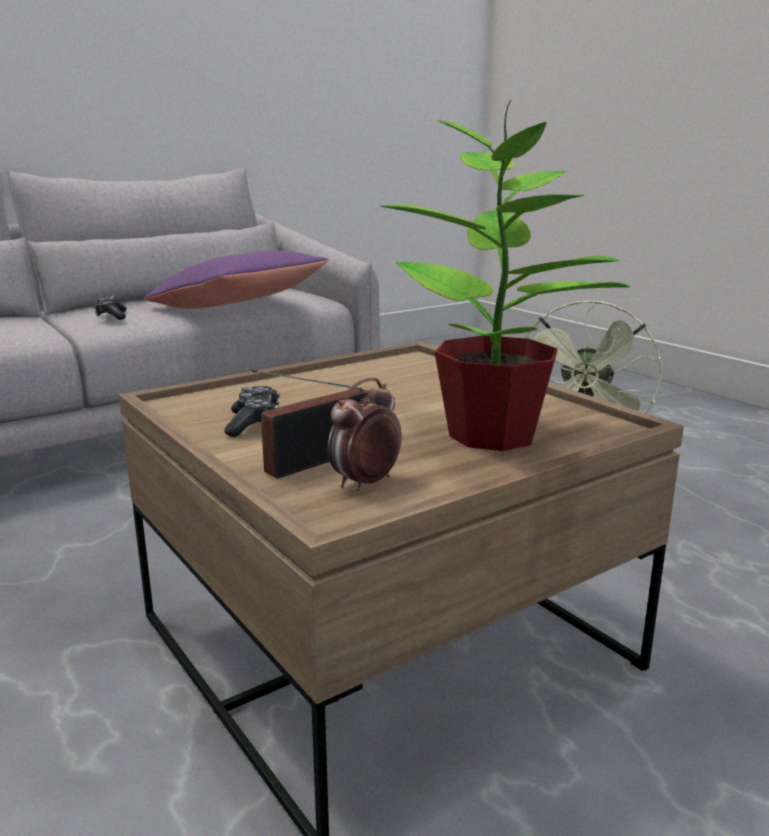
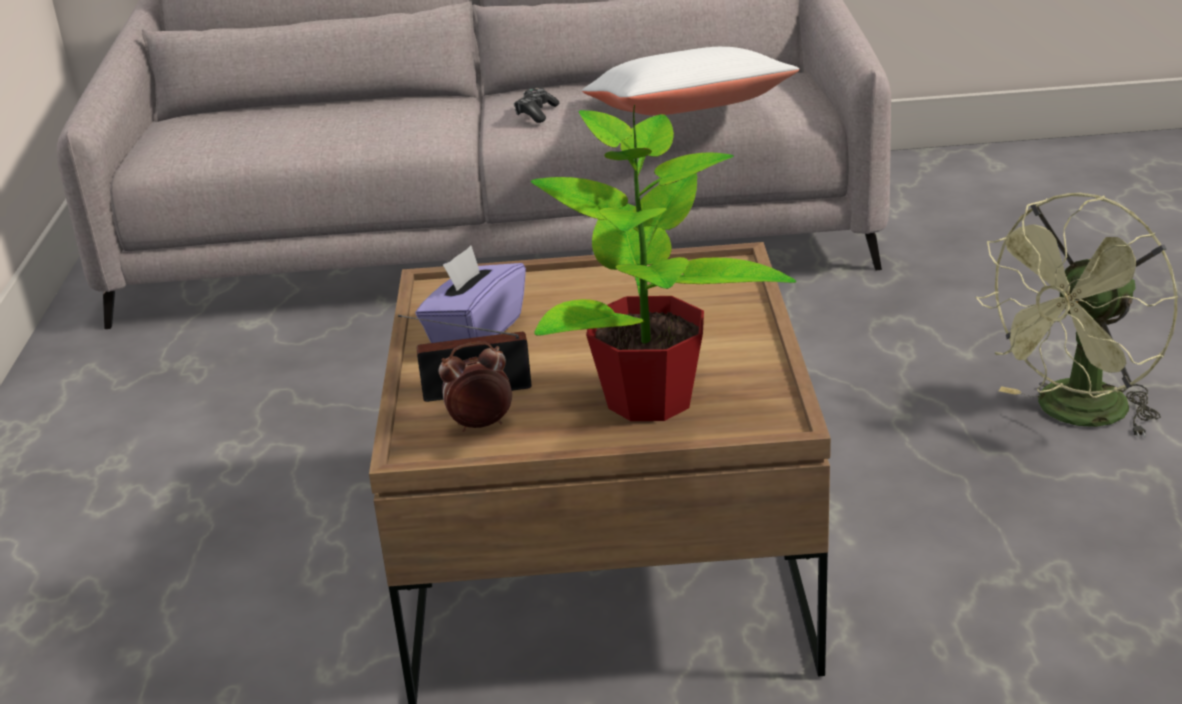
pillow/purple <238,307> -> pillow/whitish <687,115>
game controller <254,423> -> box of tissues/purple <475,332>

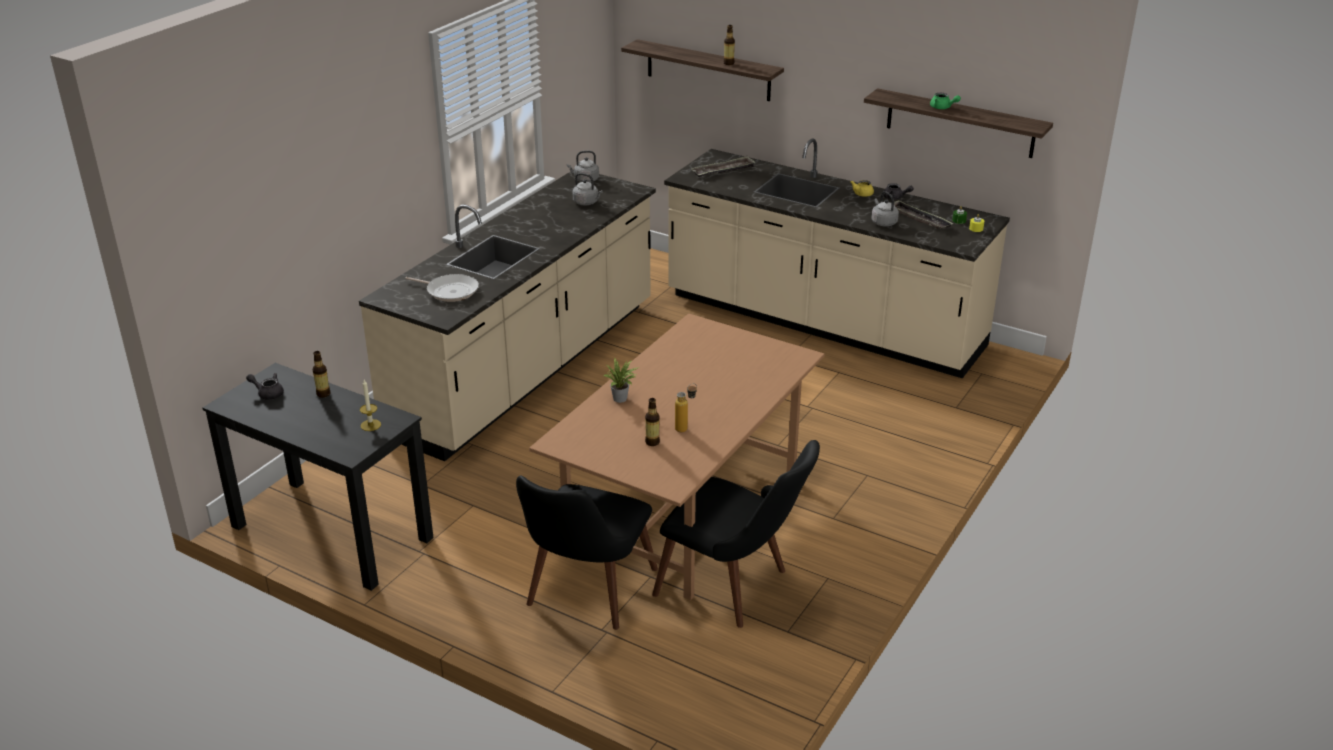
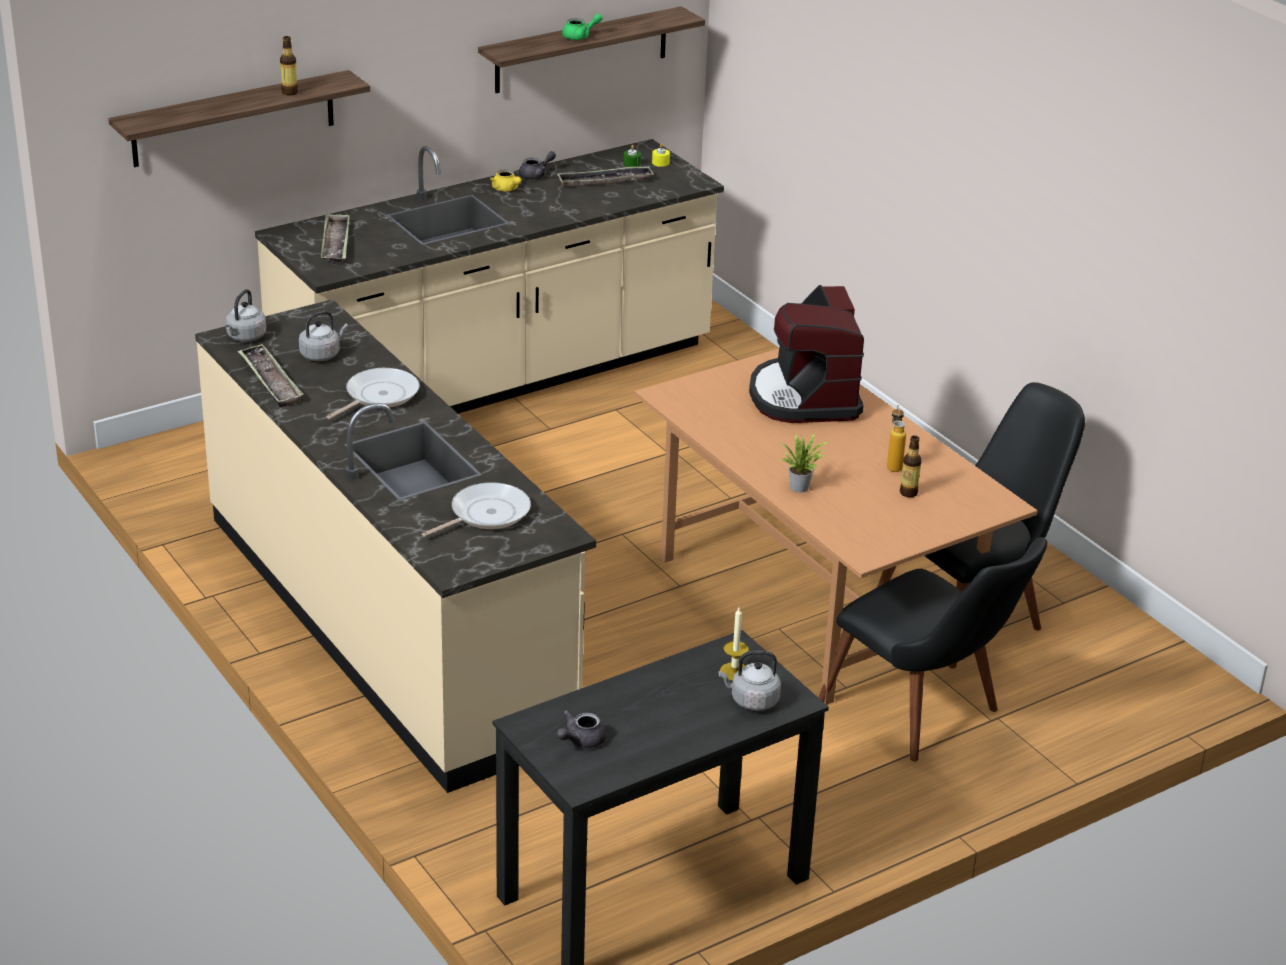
drink bottle <323,394> -> none
tea kettle/greyish <883,222> -> tea kettle/greyish <752,701>, relocated
none -> serving tray <270,381>
none -> skillet <378,396>
none -> coffee brewer <805,397>

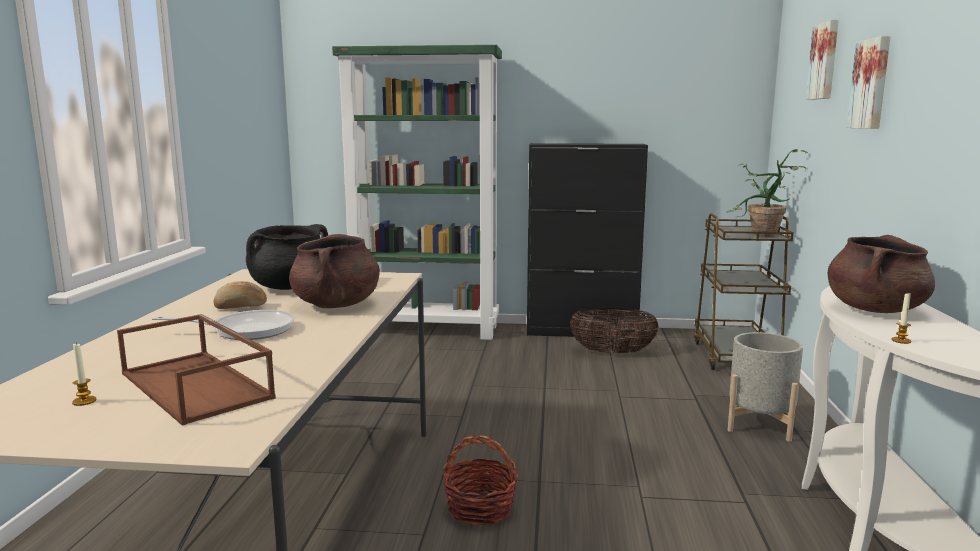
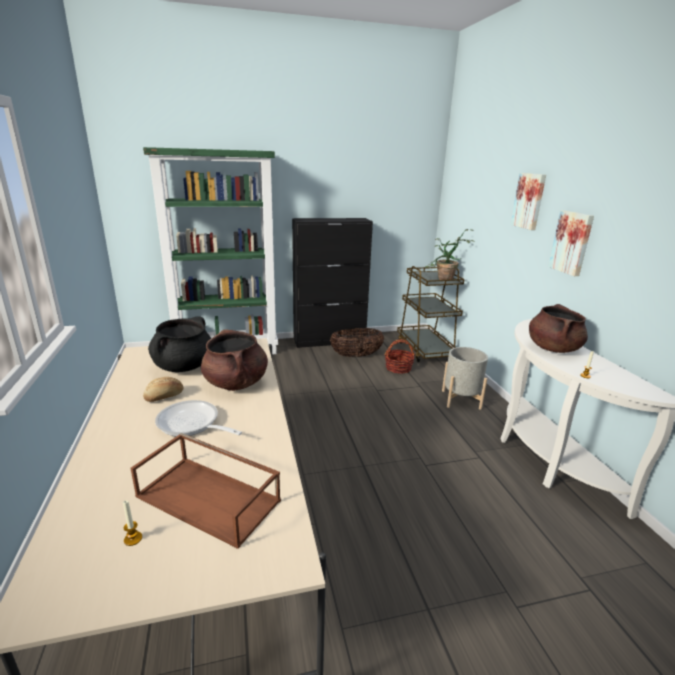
skillet <245,330> -> skillet <192,424>, 120 degrees counterclockwise
household basket <480,508> -> household basket <398,368>, relocated
wall art <825,61> -> wall art <572,242>, relocated

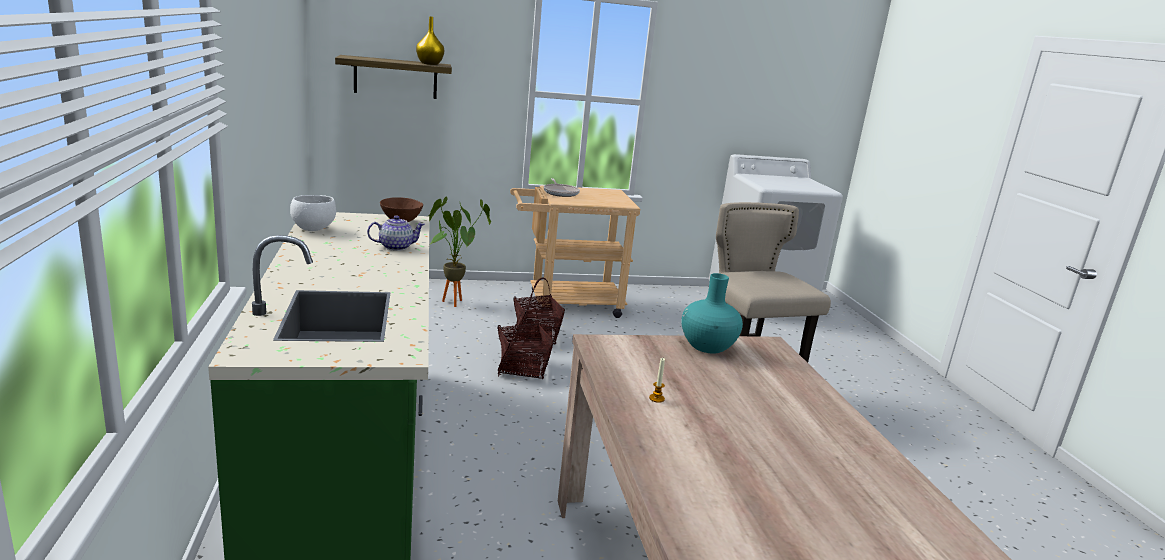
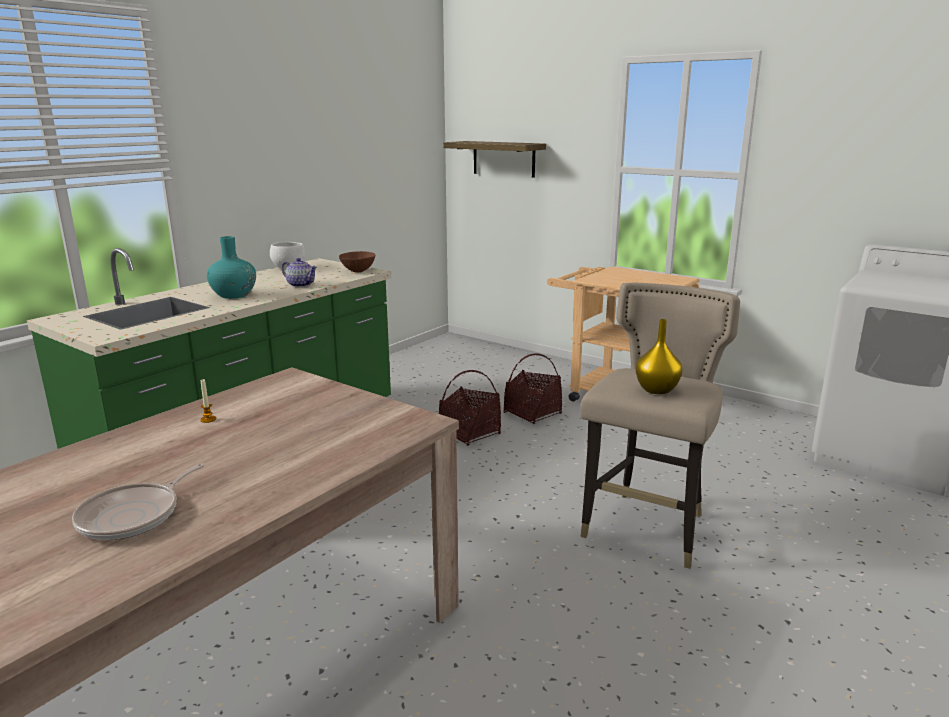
vase/yellowish <429,64> -> vase/yellowish <655,390>, relocated
houseplant <453,301> -> none
skillet <560,193> -> skillet <134,516>, relocated
vase/turquoise-coloured <707,346> -> vase/turquoise-coloured <234,295>, relocated

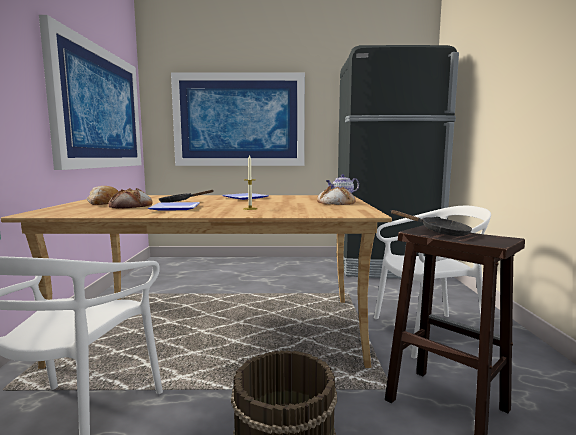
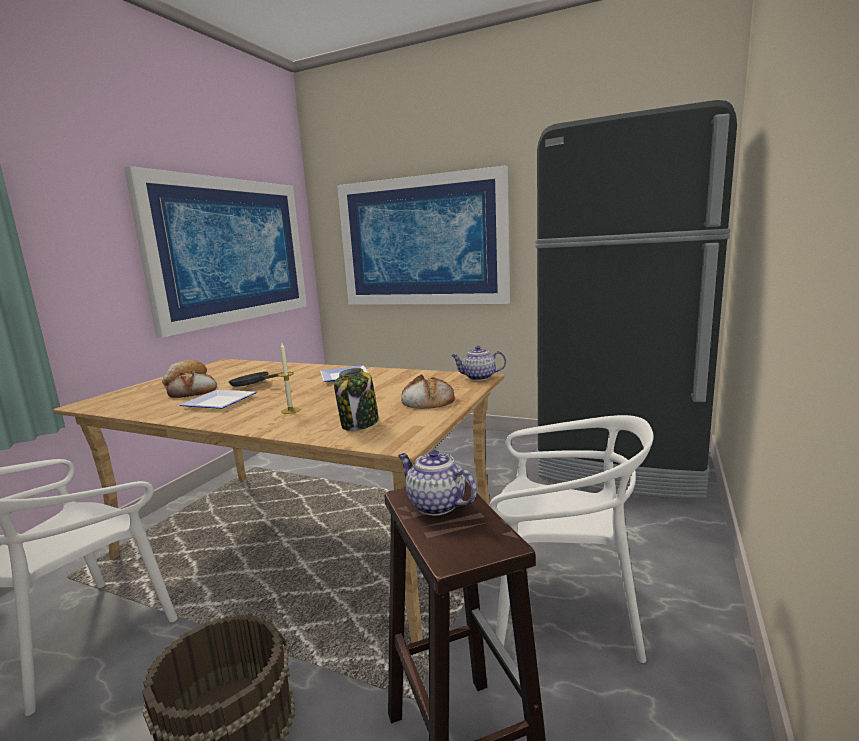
skillet/black <439,232> -> teapot <435,505>
none -> jar <359,424>

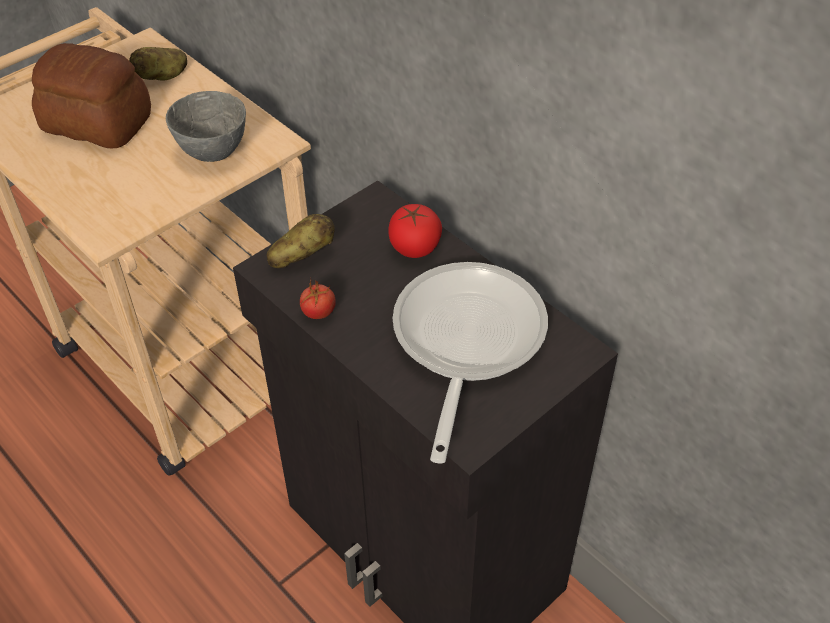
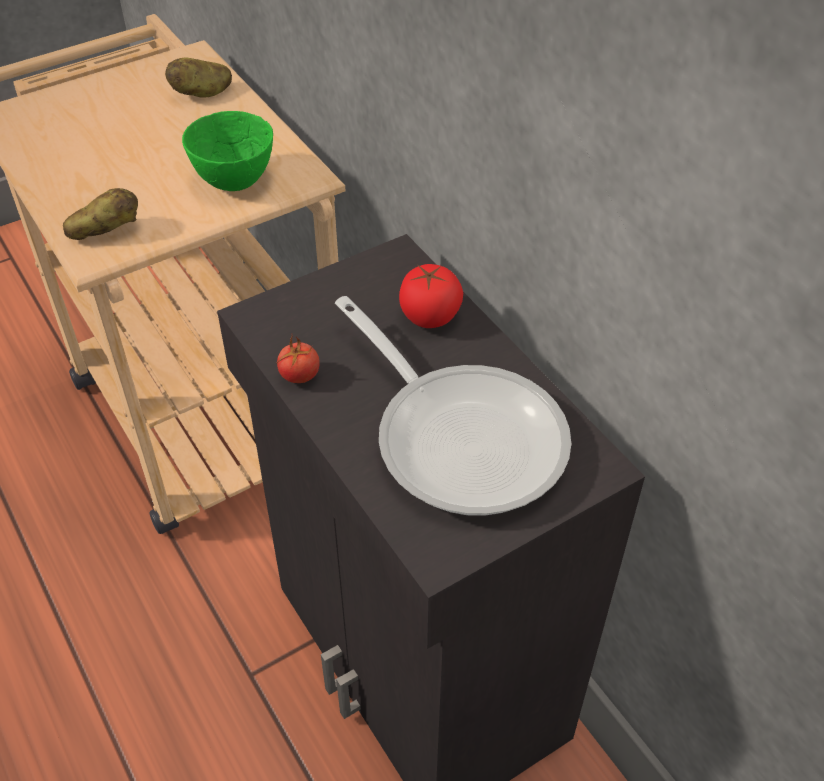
baked bread <97,124> -> none
bowl/greyish <212,153> -> bowl/green <233,181>
potato <302,256> -> potato <106,231>, relocated
skillet <465,343> -> skillet <461,436>, 120 degrees clockwise

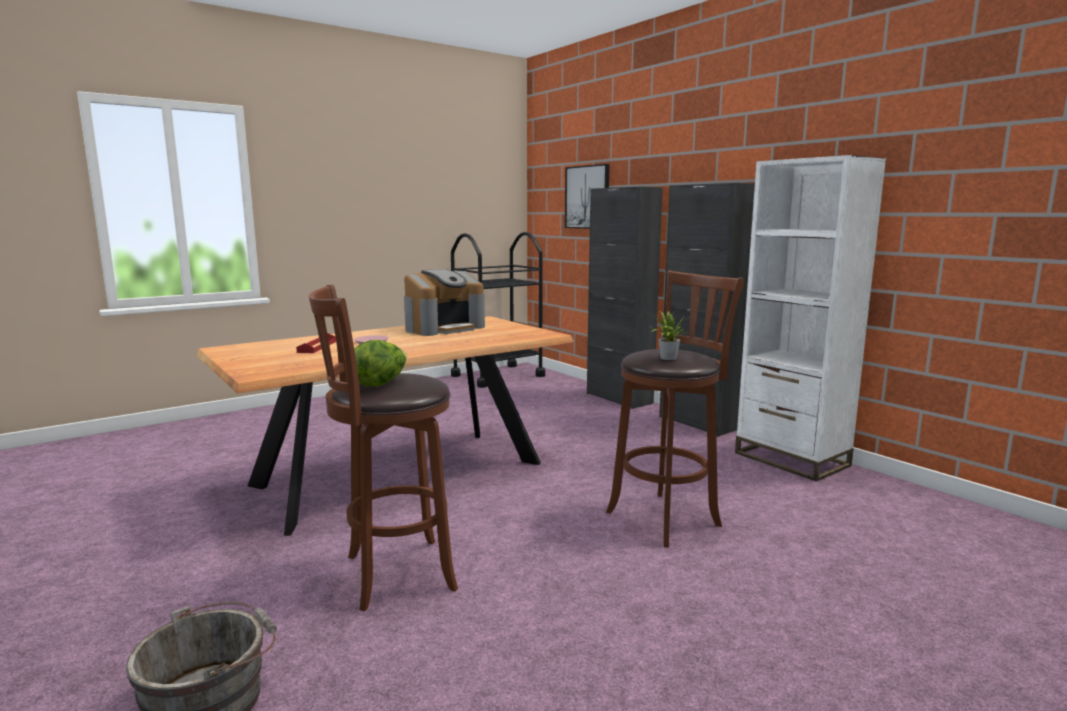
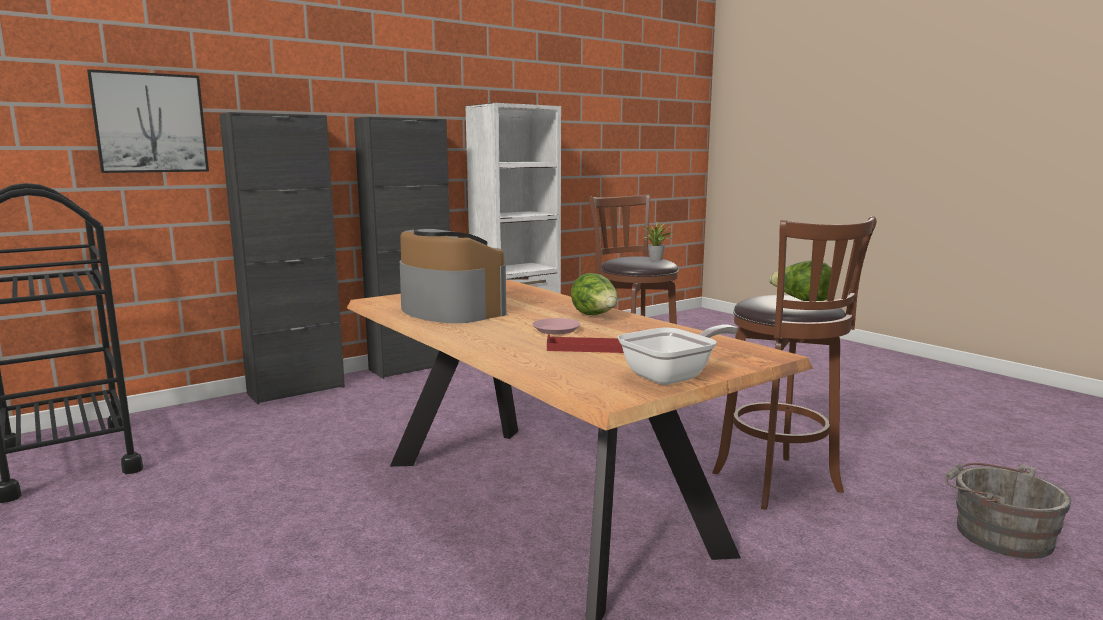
none -> head of lettuce <595,316>
none -> skillet <673,376>

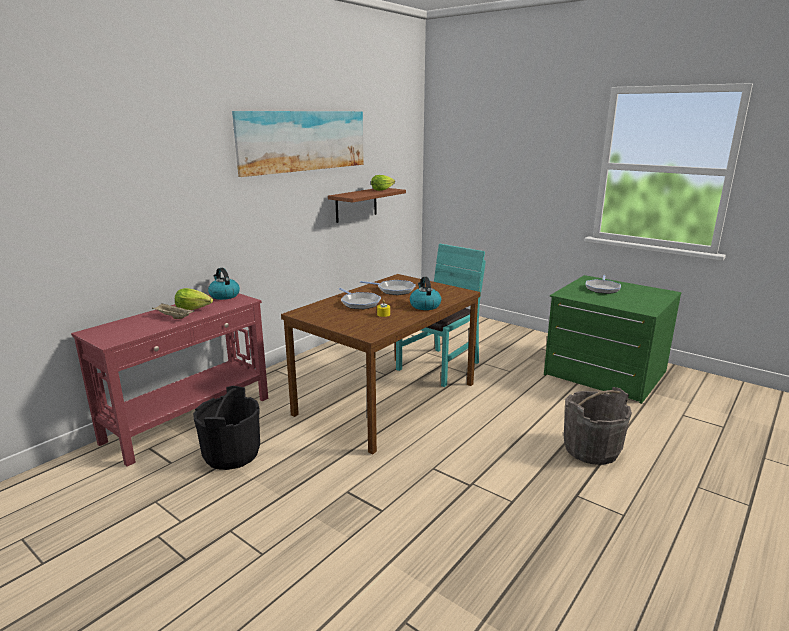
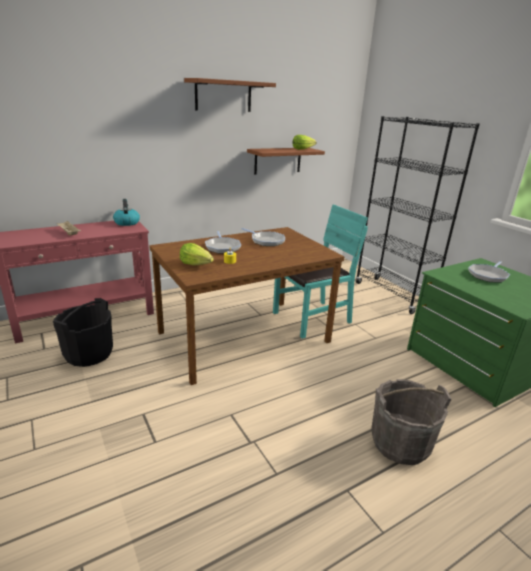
head of lettuce <194,309> -> head of lettuce <196,264>, relocated
wall art <303,141> -> shelf/brown <223,96>
tea kettle <424,305> -> none
none -> bookcase/black <392,295>

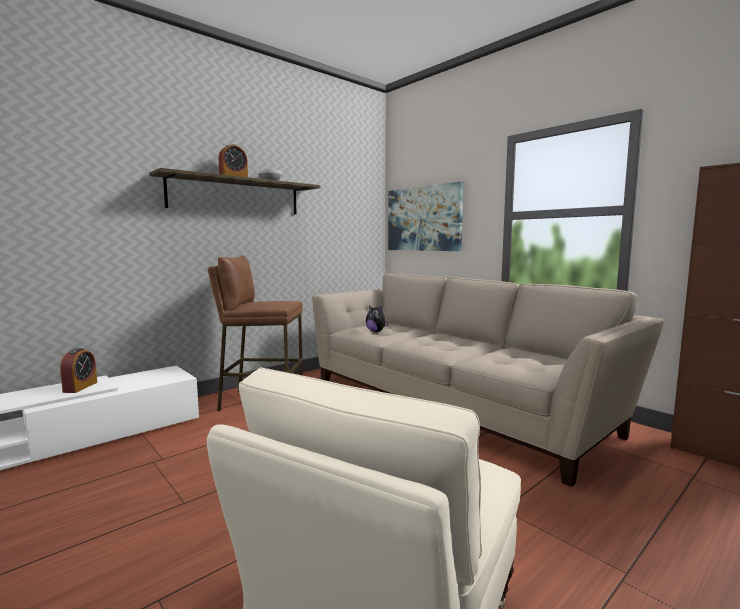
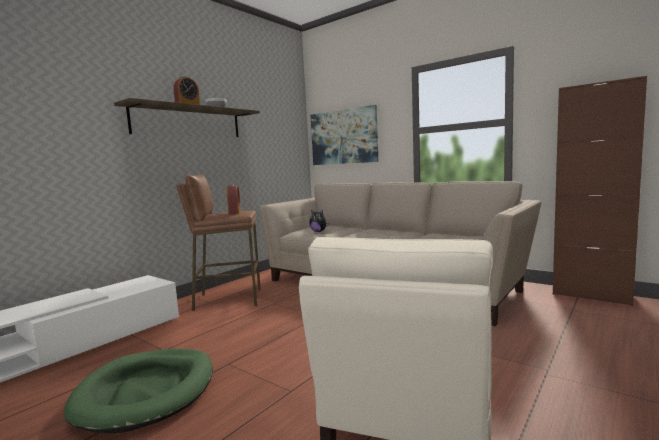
bedside clock <80,387> -> bedside clock <234,212>, relocated
none -> pet bed/green <147,392>

